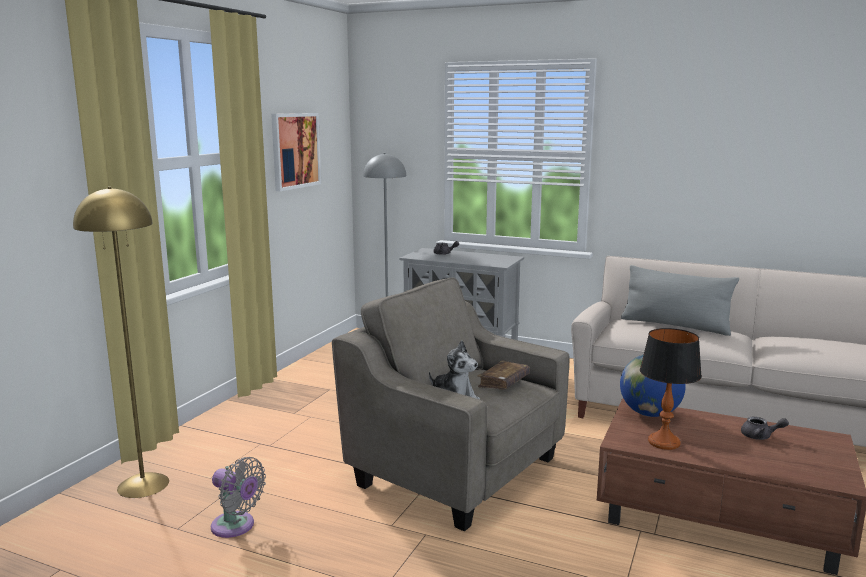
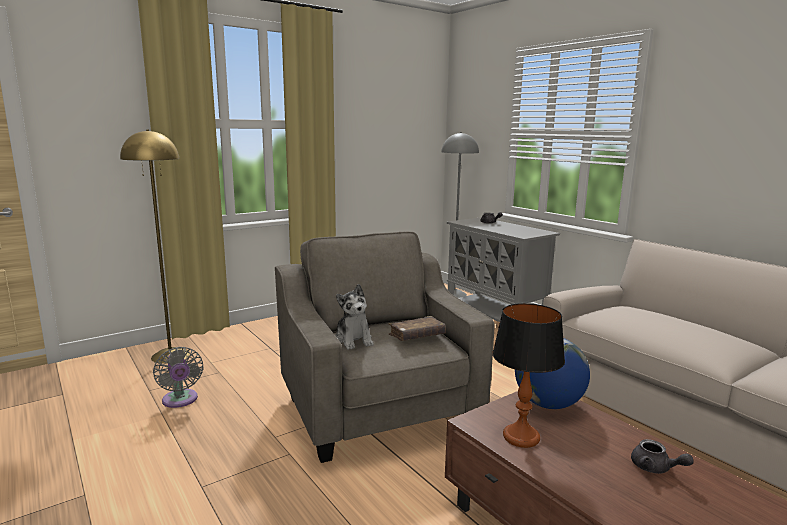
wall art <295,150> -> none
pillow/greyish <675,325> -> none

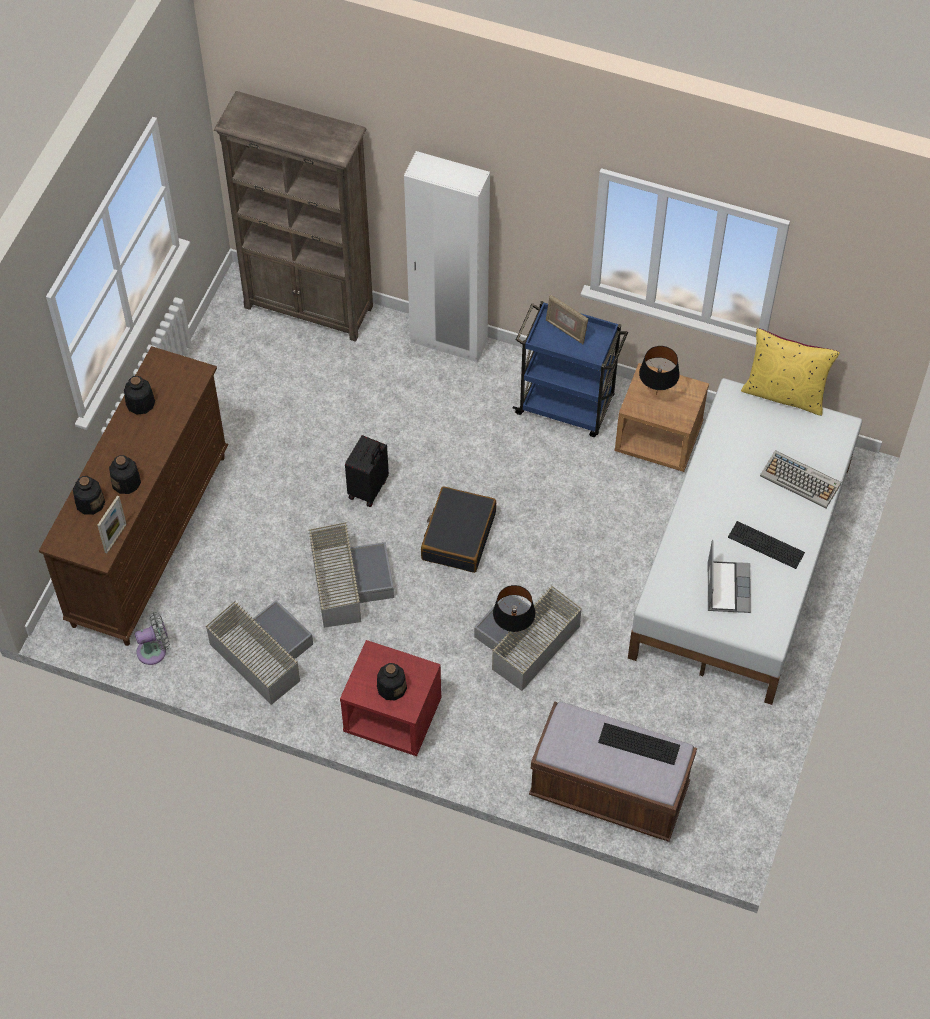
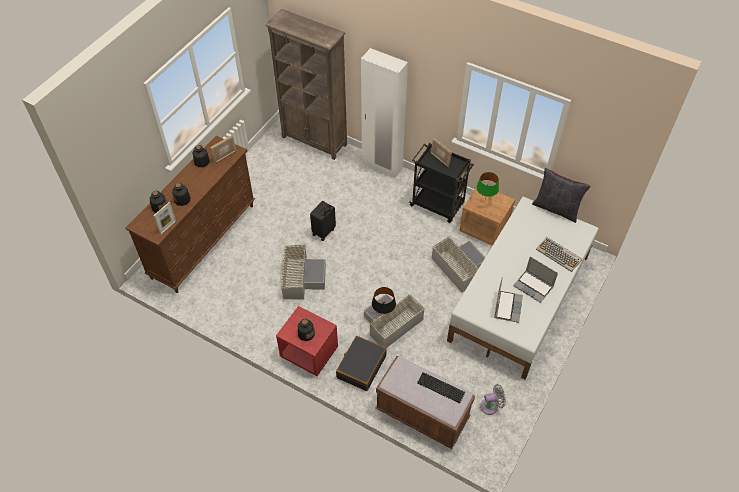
cooling fan/greyish <154,650> -> cooling fan/greyish <491,406>, relocated
storage bin/greyish <262,654> -> storage bin/greyish <458,267>, relocated
travel case/black <458,536> -> travel case/black <361,366>, relocated
wheeled cart/bluish <567,406> -> wheeled cart/black <438,205>
lamp for a table/black <657,394> -> lamp for a table/green <485,201>
keyboard <766,545> -> notebook computer <533,286>
pillow/yellowish <784,393> -> pillow/black <556,208>
none -> standing frame <225,156>

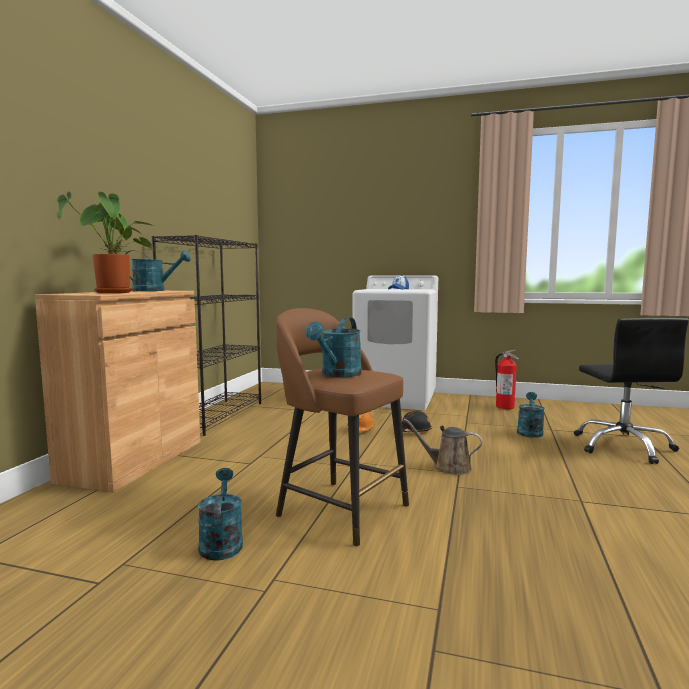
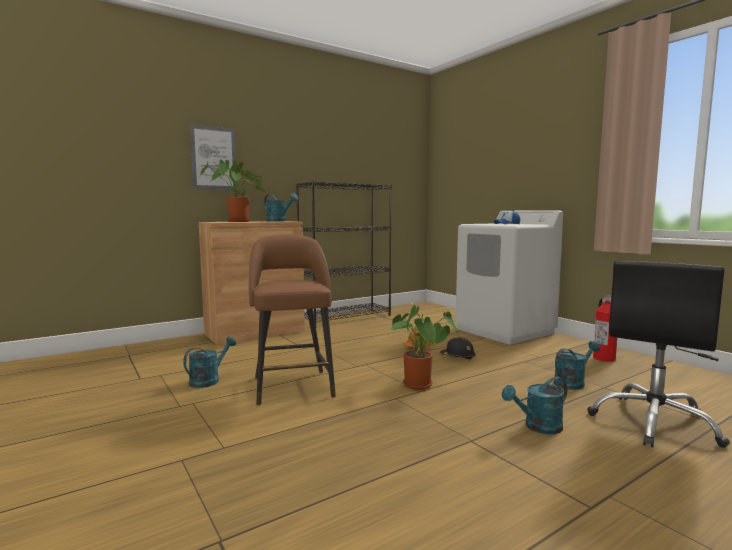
watering can/turquoise-coloured <338,375> -> watering can/turquoise-coloured <538,427>, relocated
watering can/brown <448,467> -> houseplant <420,386>
none -> wall art <214,158>

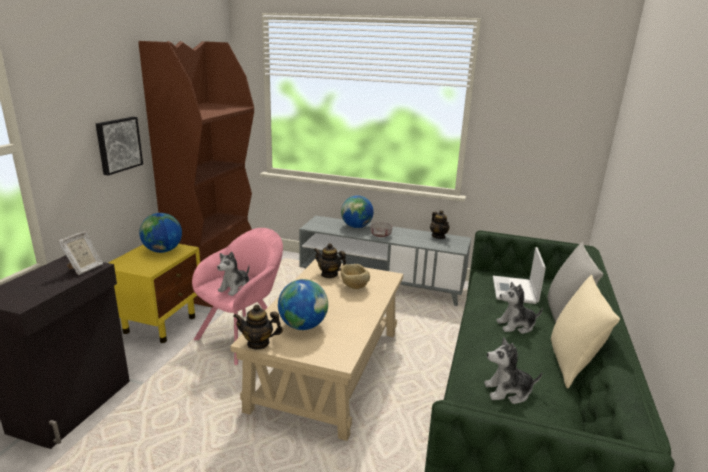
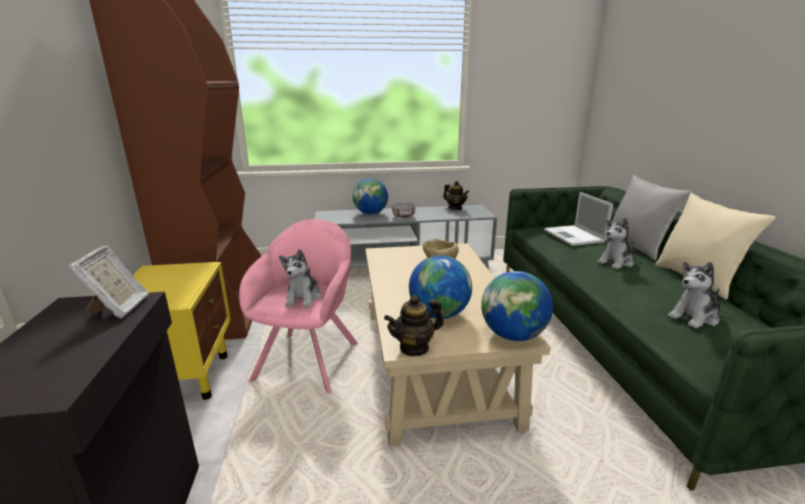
wall art <118,144> -> none
desk globe <163,251> -> desk globe <513,335>, relocated
teapot <329,274> -> none

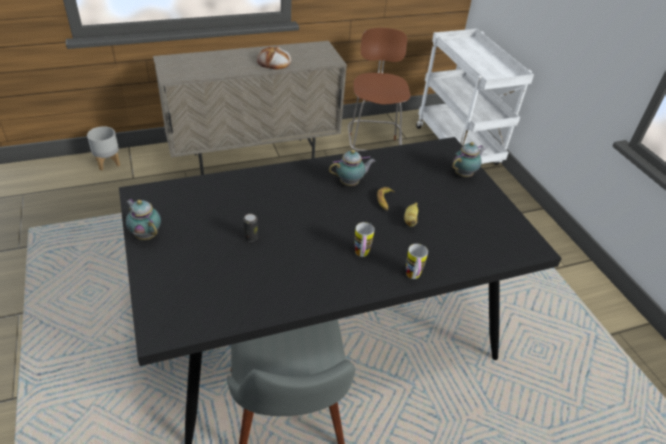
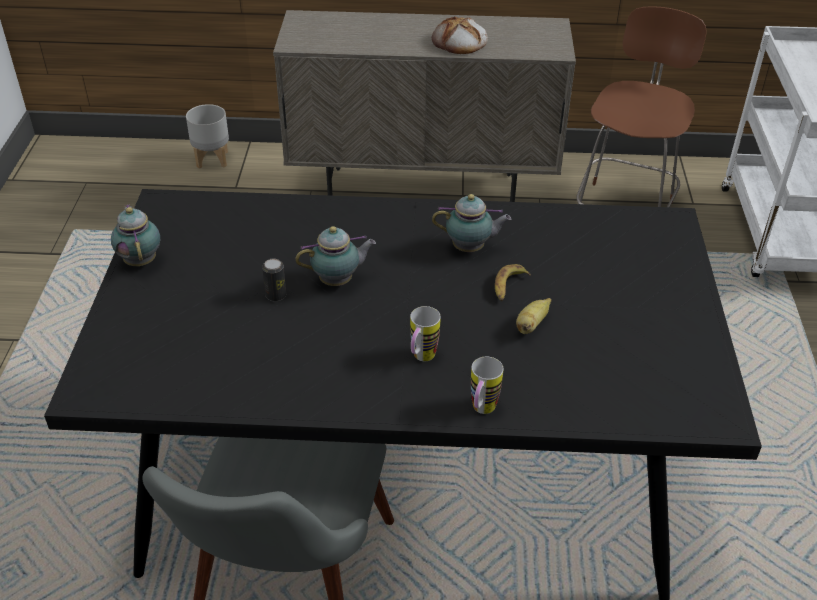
teapot <464,174> -> teapot <338,281>, relocated

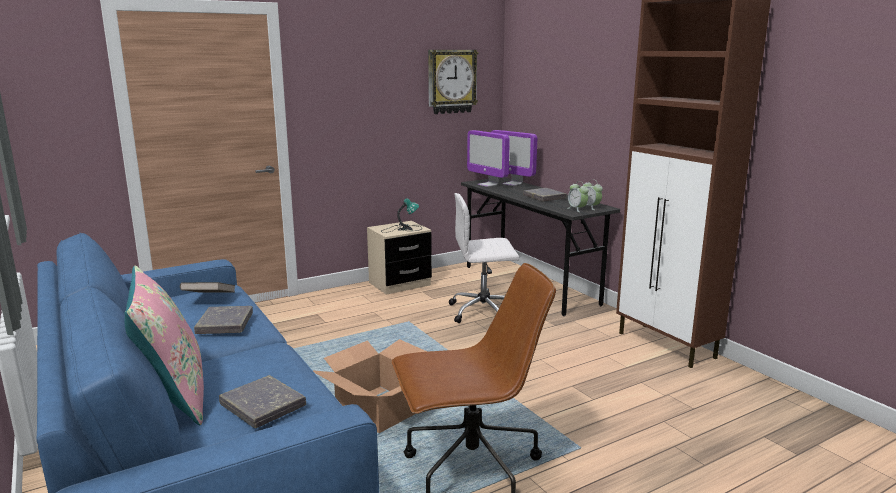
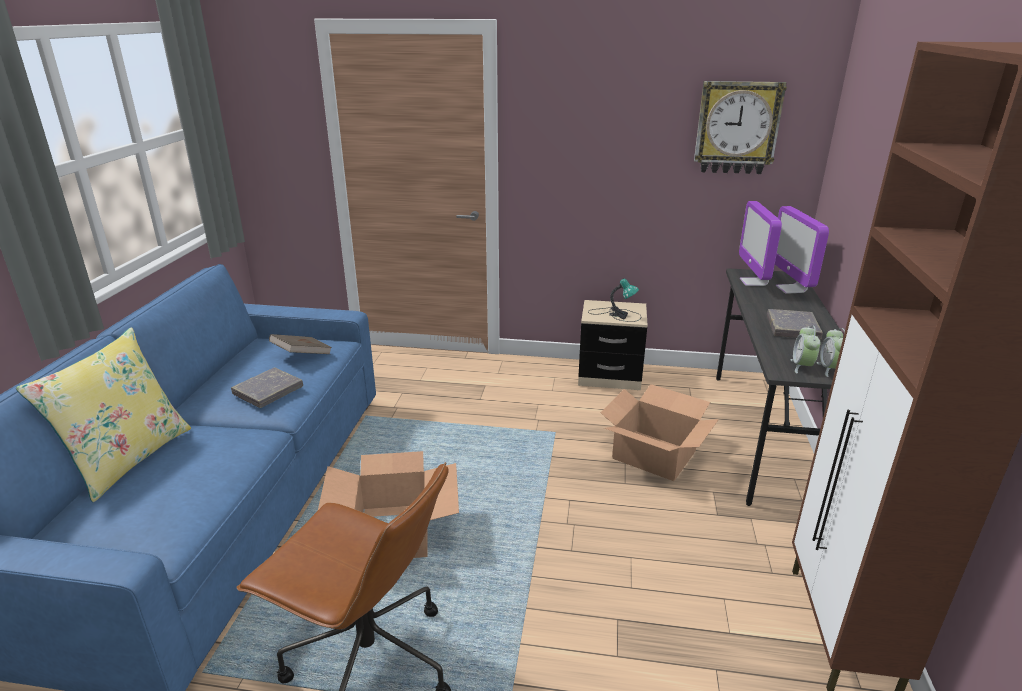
pillow/pinkish <173,396> -> pillow/yellowish <128,458>
volume/greyish <263,406> -> none
computer chair/whitish <484,312> -> cardboard box <654,454>

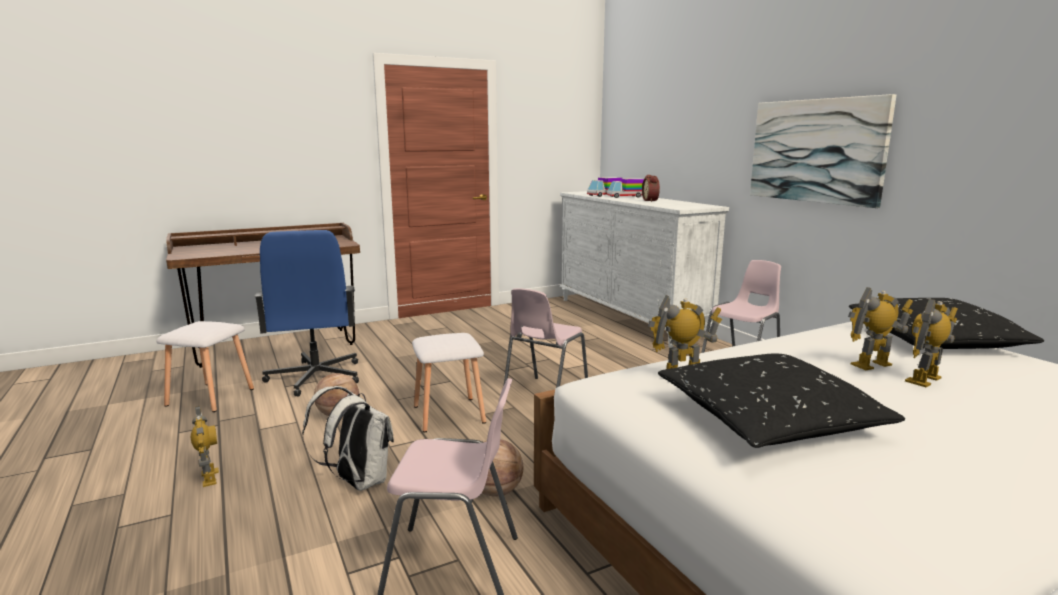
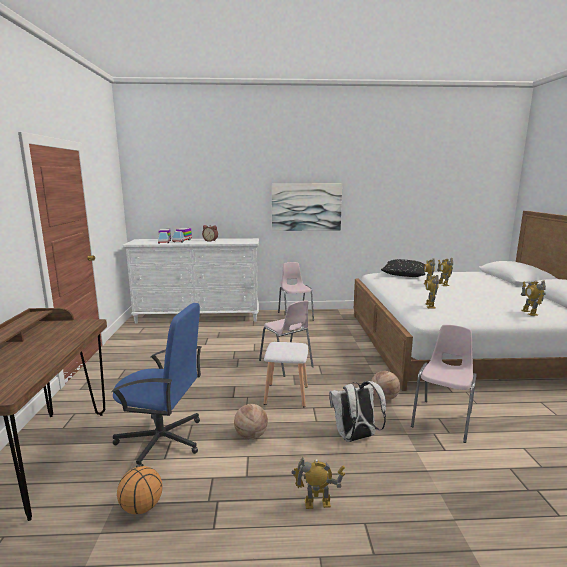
stool/whitish <212,397> -> basketball ball <142,507>
pillow/black <769,418> -> none
none -> robot figure <529,313>

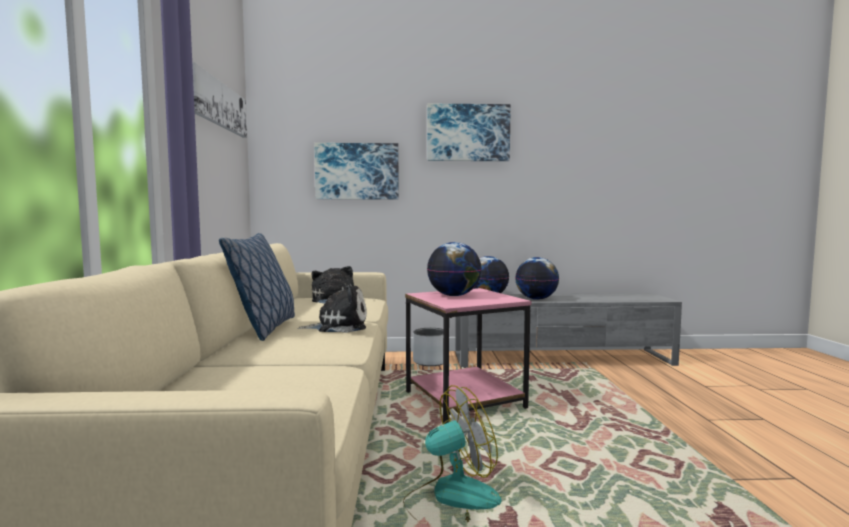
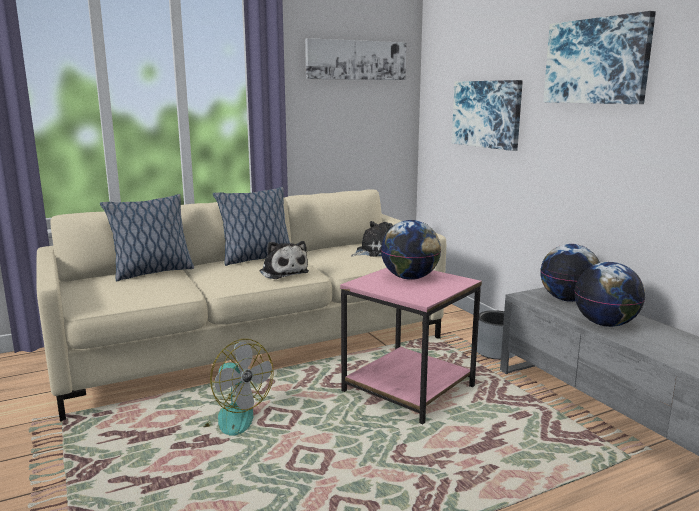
none -> pillow <152,272>

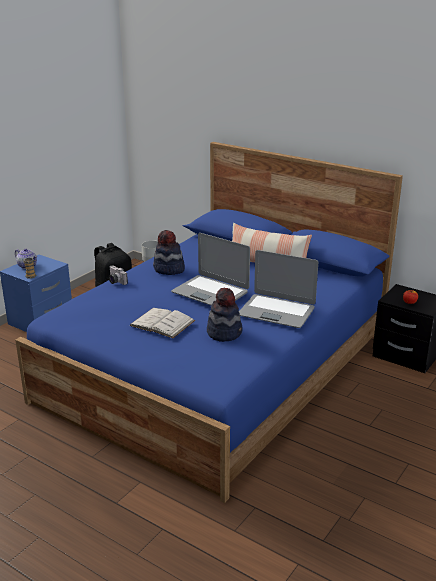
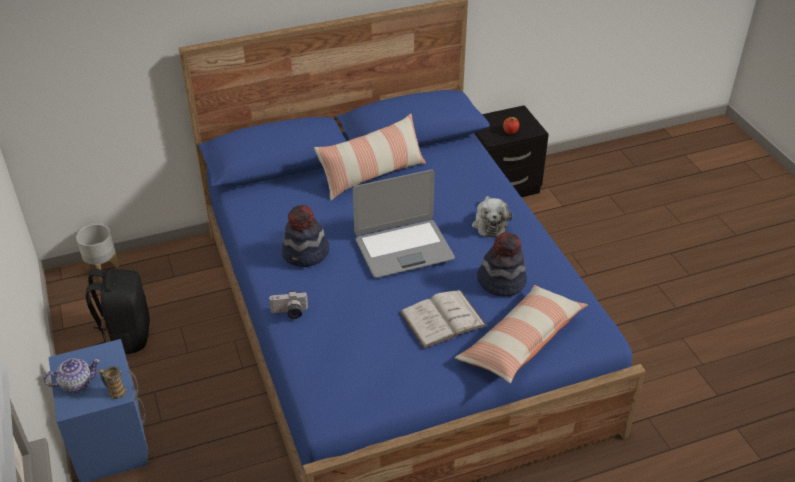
notebook computer <276,311> -> plush toy <489,223>
none -> pillow <521,342>

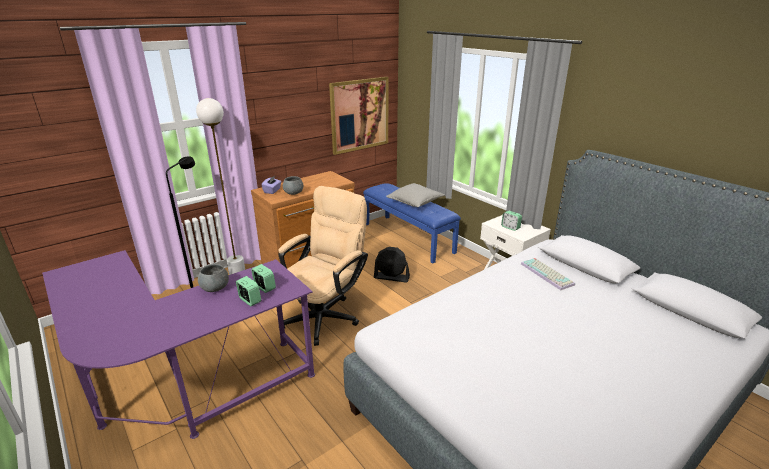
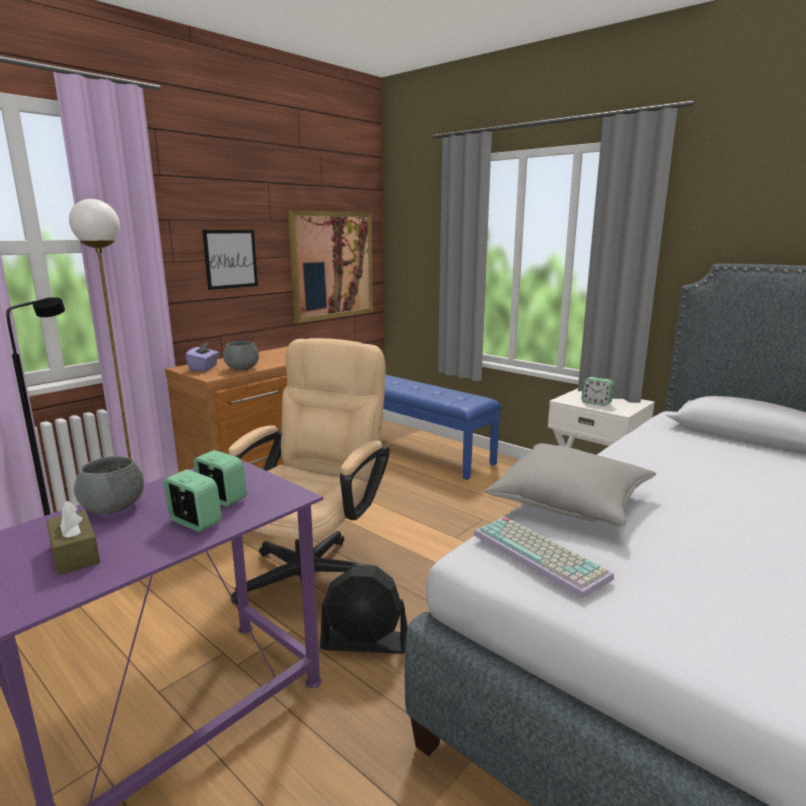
cooling fan/black <391,277> -> cooling fan/black <365,642>, relocated
pillow/greyish <415,202> -> pillow/greyish <570,502>, relocated
keyboard <548,274> -> keyboard <542,555>, relocated
none -> box of tissues/brown <75,554>
none -> wall art <230,259>

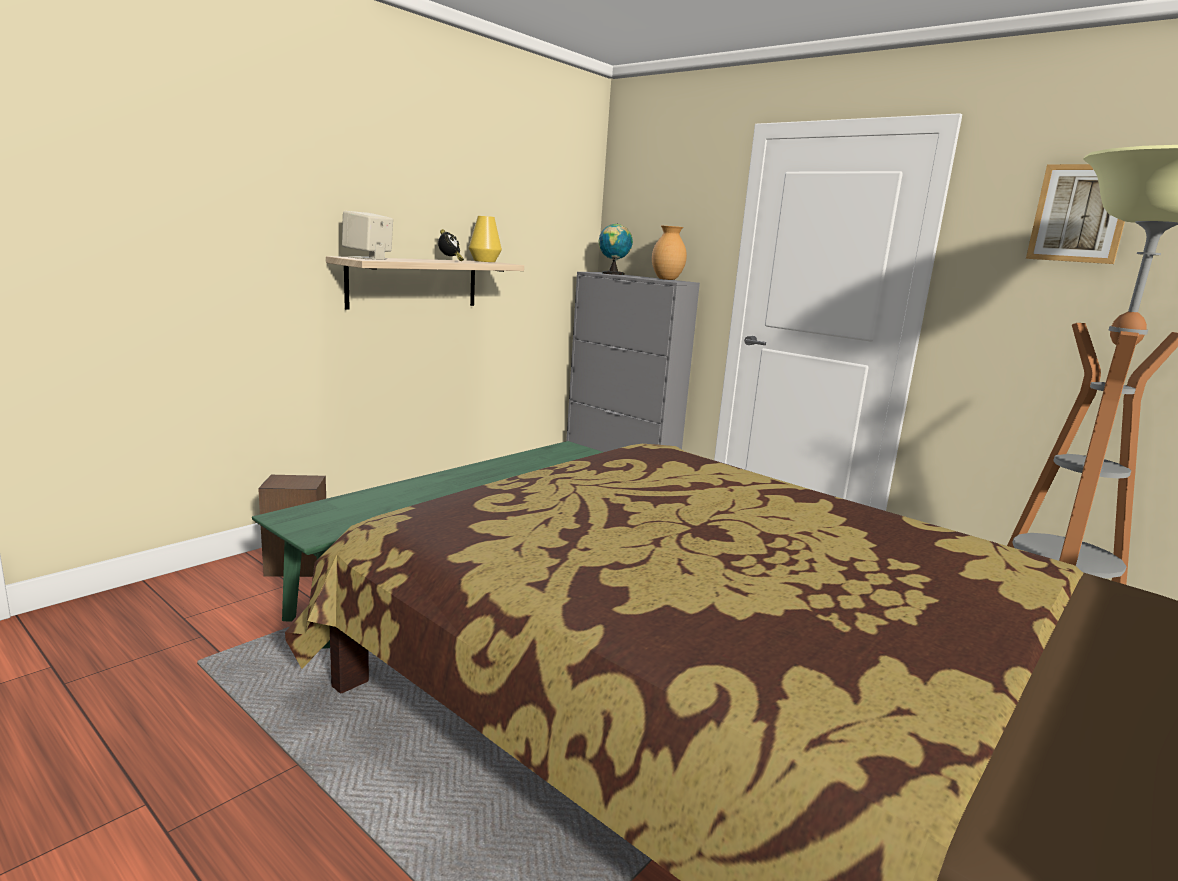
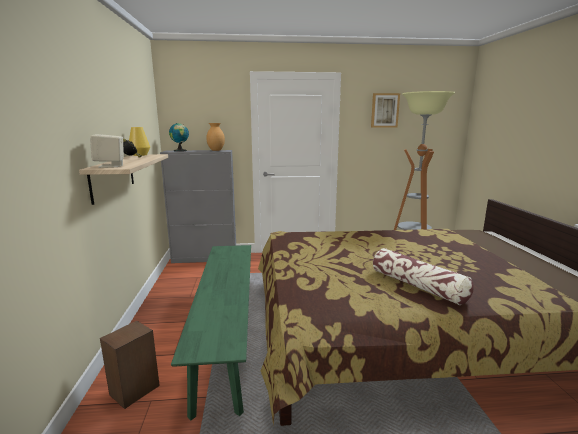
none -> pillow <417,286>

